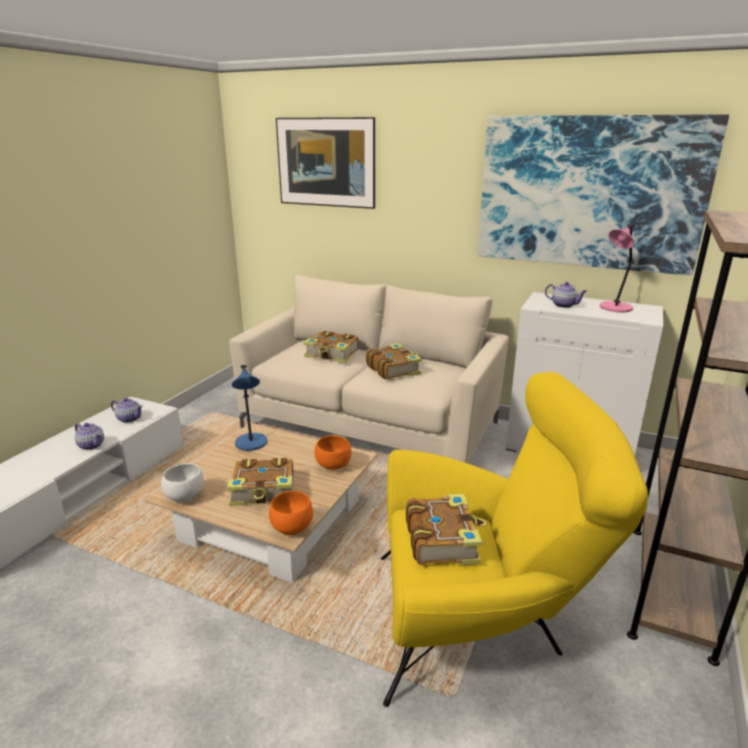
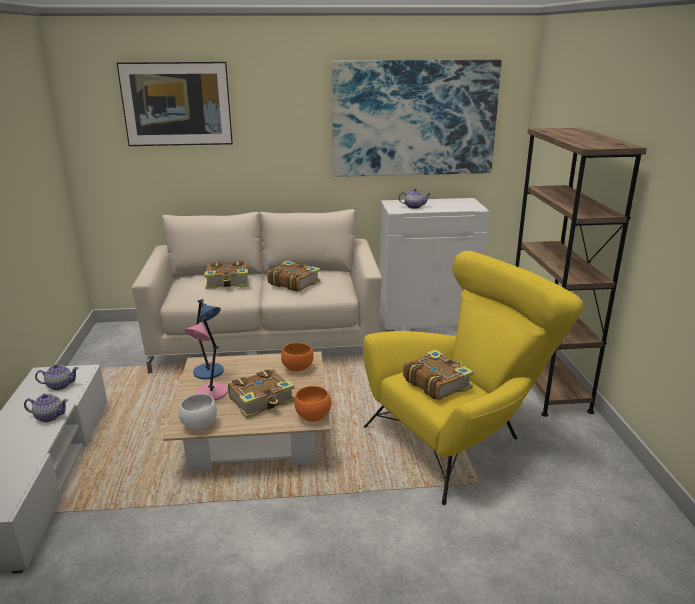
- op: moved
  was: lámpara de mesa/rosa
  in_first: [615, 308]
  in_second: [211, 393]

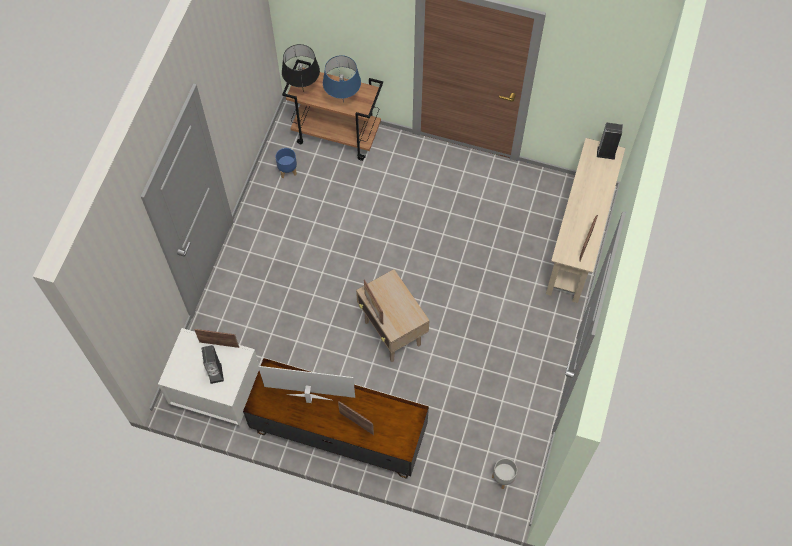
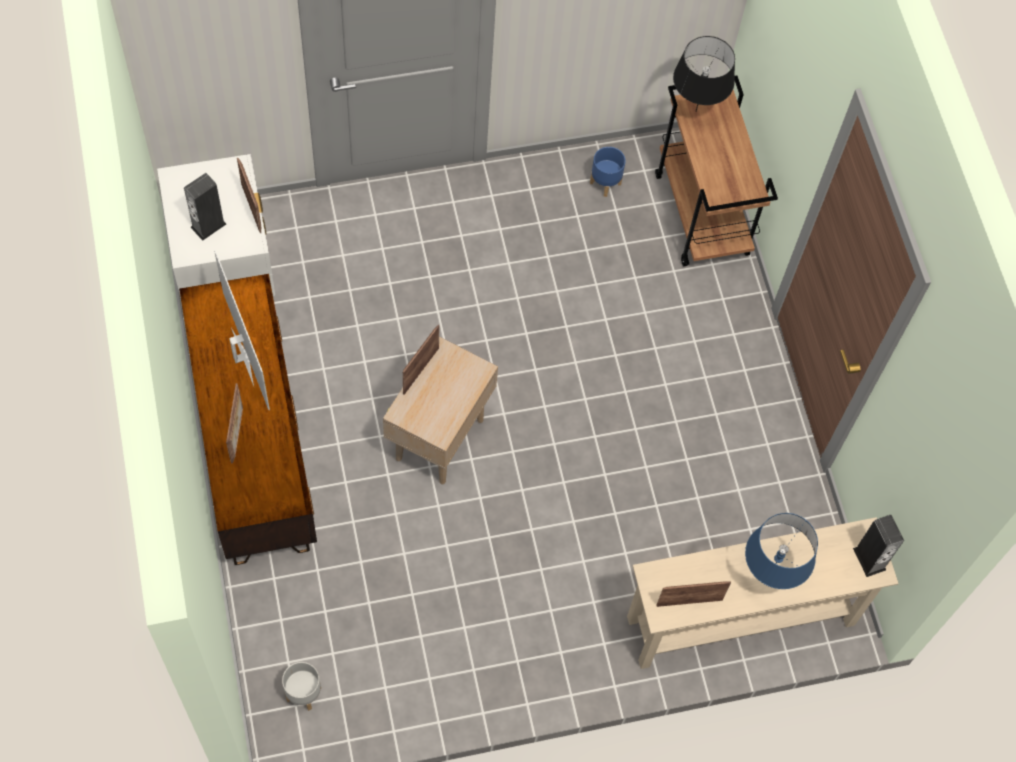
- op: moved
  was: lámpara de mesa/azul
  in_first: [343, 102]
  in_second: [769, 576]

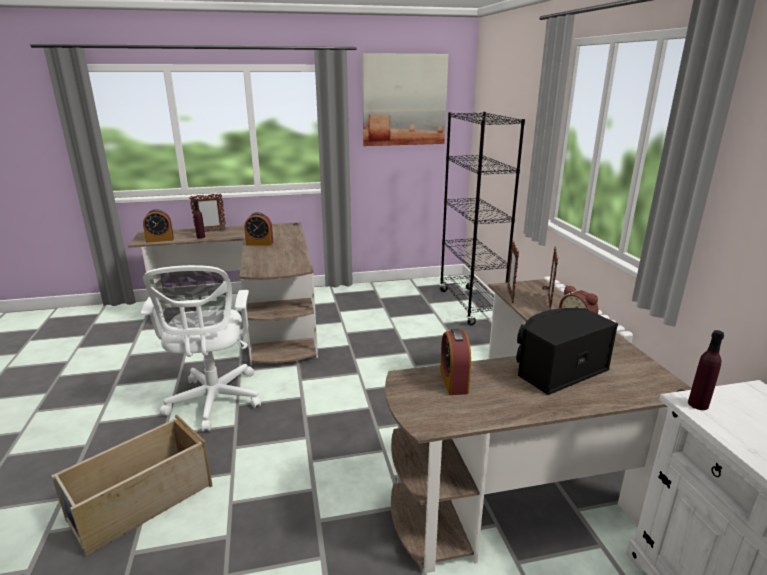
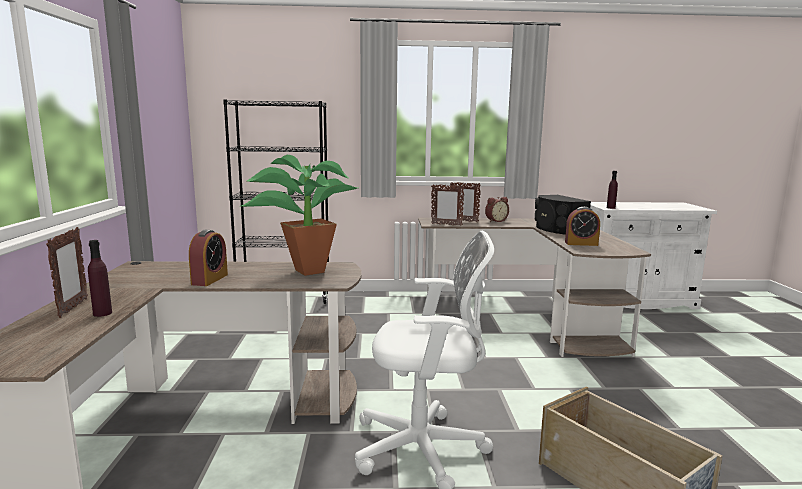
- op: added
  now: planta en maceta
  in_second: [302, 271]
- op: removed
  was: despertador
  in_first: [160, 240]
- op: removed
  was: cuadro
  in_first: [404, 100]

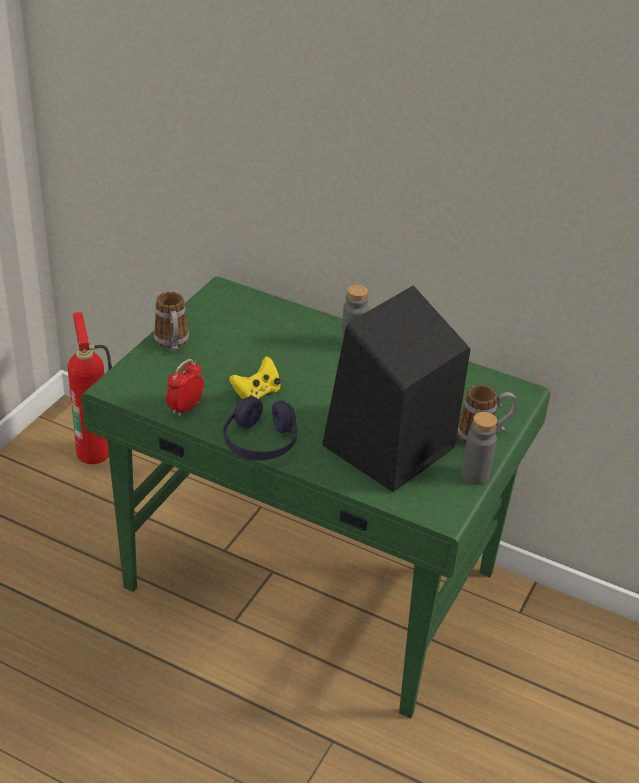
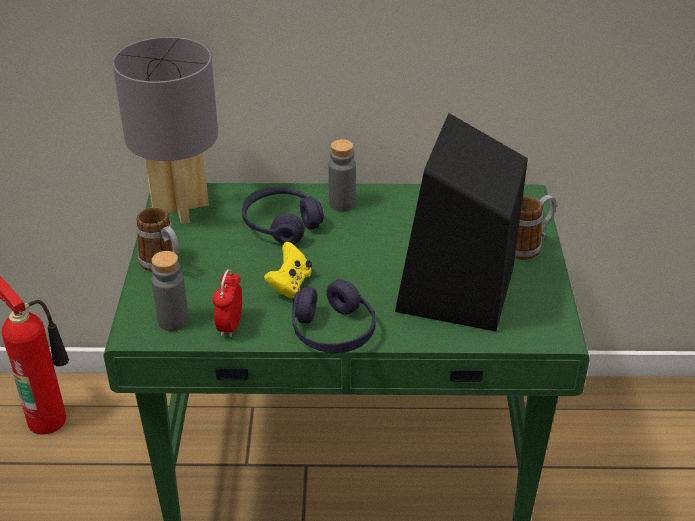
- op: added
  now: lámpara de mesa/gris
  in_second: [181, 207]
- op: moved
  was: botella/gris
  in_first: [475, 475]
  in_second: [173, 321]
- op: added
  now: auriculares/morado
  in_second: [281, 225]

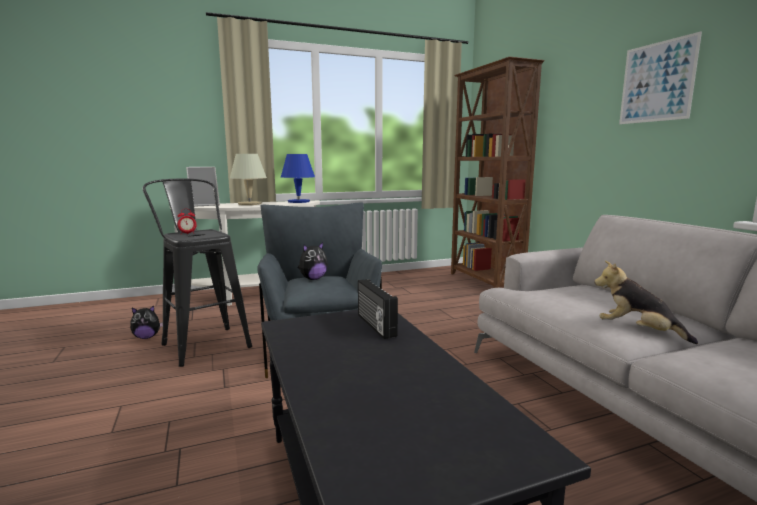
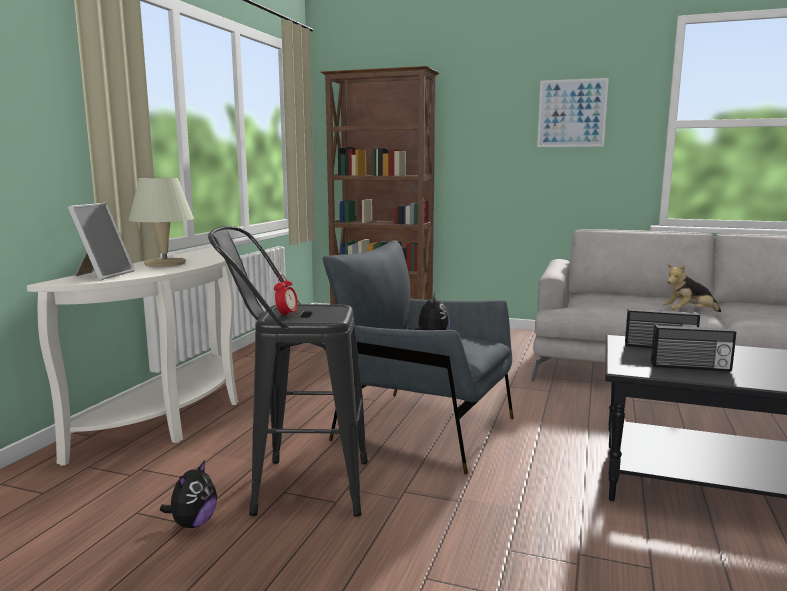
- op: added
  now: radio
  in_second: [690, 367]
- op: removed
  was: lámpara de mesa/azul
  in_first: [298, 201]

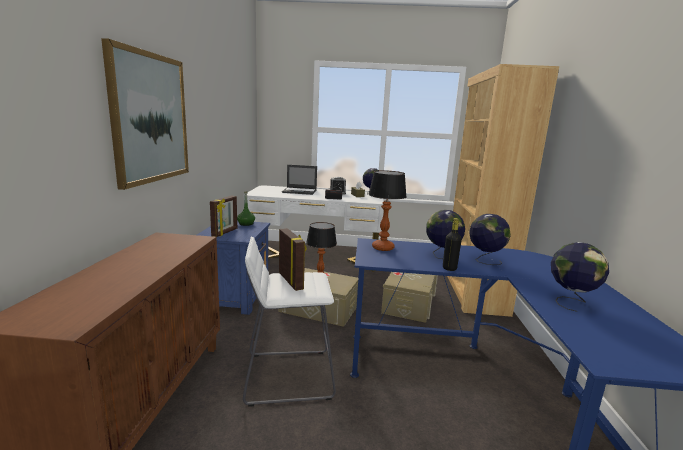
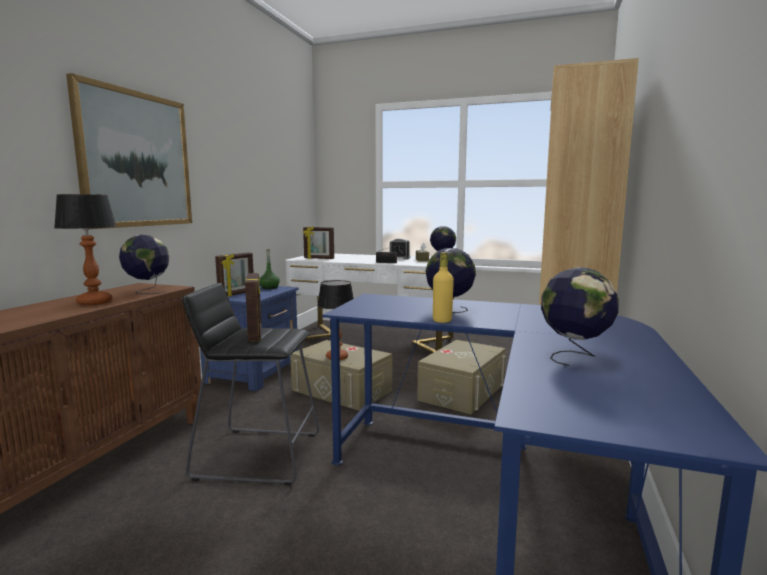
- op: moved
  was: lámpara de mesa
  in_first: [382, 248]
  in_second: [94, 302]
- op: moved
  was: globo terráqueo
  in_first: [485, 261]
  in_second: [147, 291]
- op: recoloured
  was: taburete/blanco
  now: taburete/negro
  in_first: [288, 376]
  in_second: [258, 455]
- op: added
  now: portarretratos
  in_second: [318, 258]
- op: recoloured
  was: botella/negro
  now: botella/amarillo
  in_first: [449, 268]
  in_second: [442, 320]
- op: removed
  was: portátil
  in_first: [300, 191]

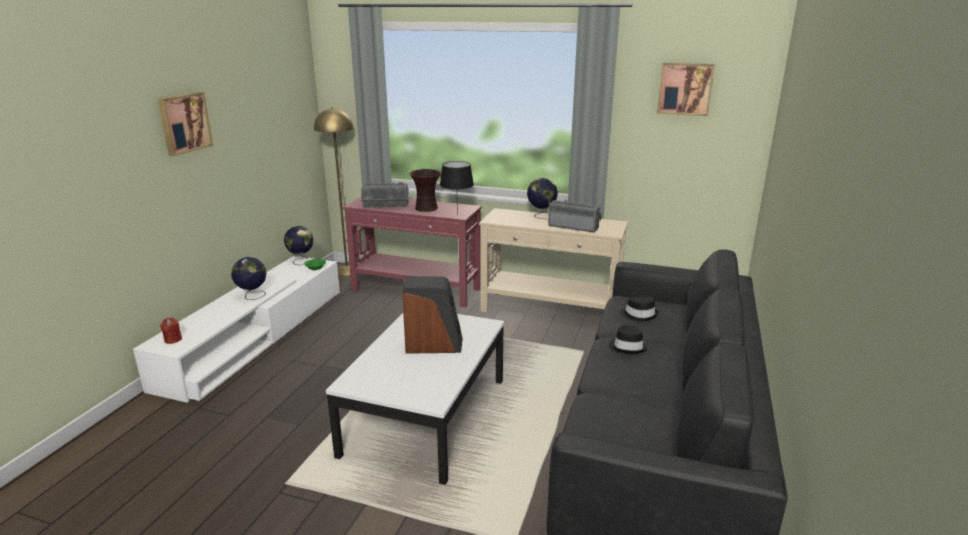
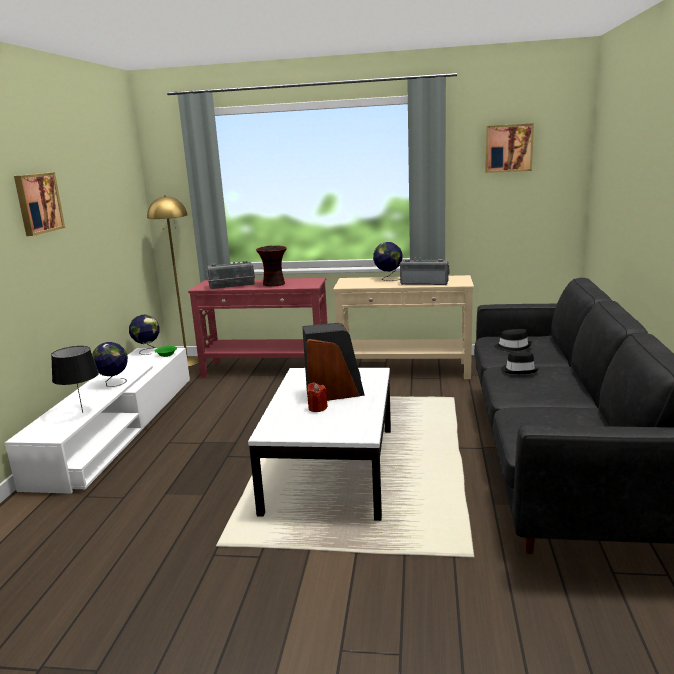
- op: moved
  was: lámpara de mesa/negro
  in_first: [457, 214]
  in_second: [83, 412]
- op: moved
  was: vela/rojo
  in_first: [173, 340]
  in_second: [317, 408]

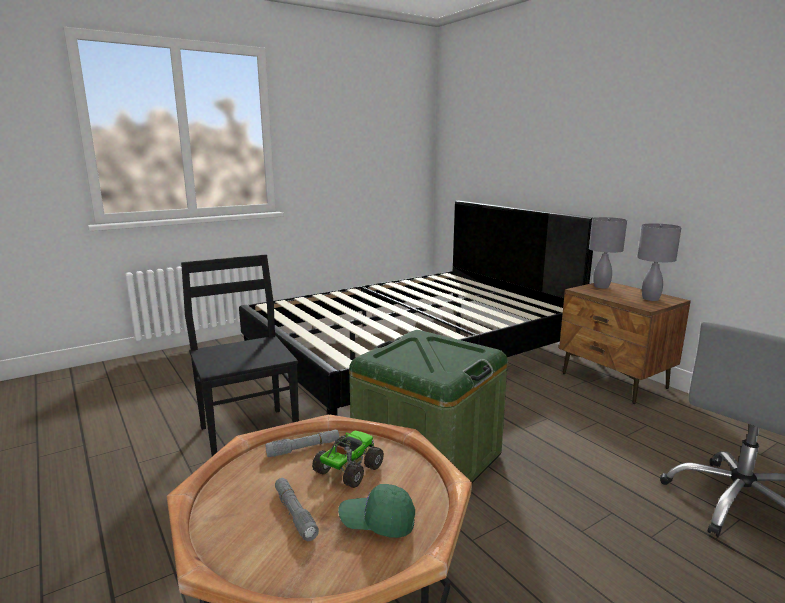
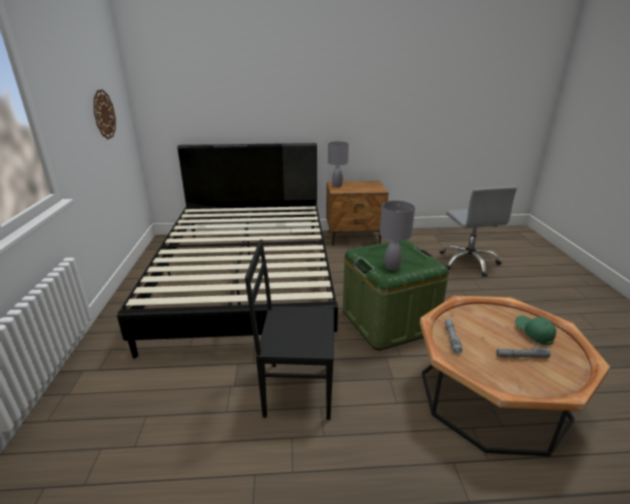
- op: added
  now: reloj de pared
  in_second: [104, 114]
- op: moved
  was: lámpara de mesa/gris
  in_first: [650, 298]
  in_second: [392, 267]
- op: turned
  was: gorra/verde
  in_first: [377, 523]
  in_second: [533, 333]
  clockwise: 120
- op: removed
  was: camión de juguete
  in_first: [347, 470]

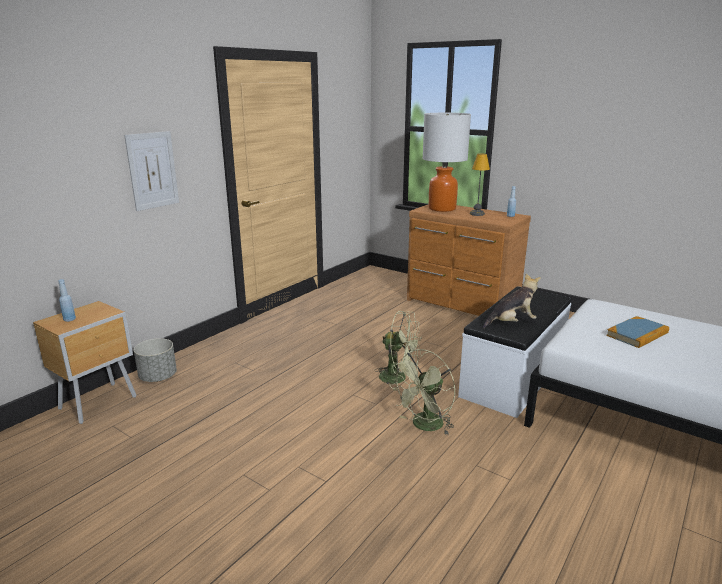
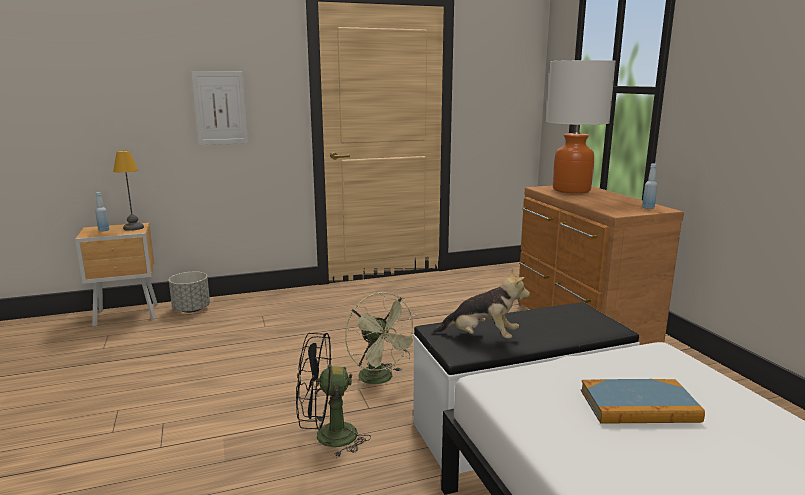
- op: moved
  was: lámpara de mesa
  in_first: [477, 214]
  in_second: [133, 228]
- op: recoloured
  was: ventilador/verde
  now: ventilador/negro
  in_first: [424, 426]
  in_second: [327, 438]

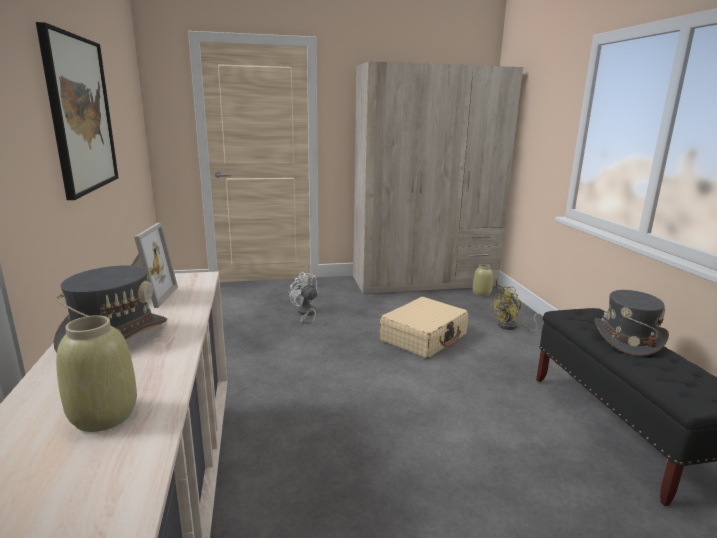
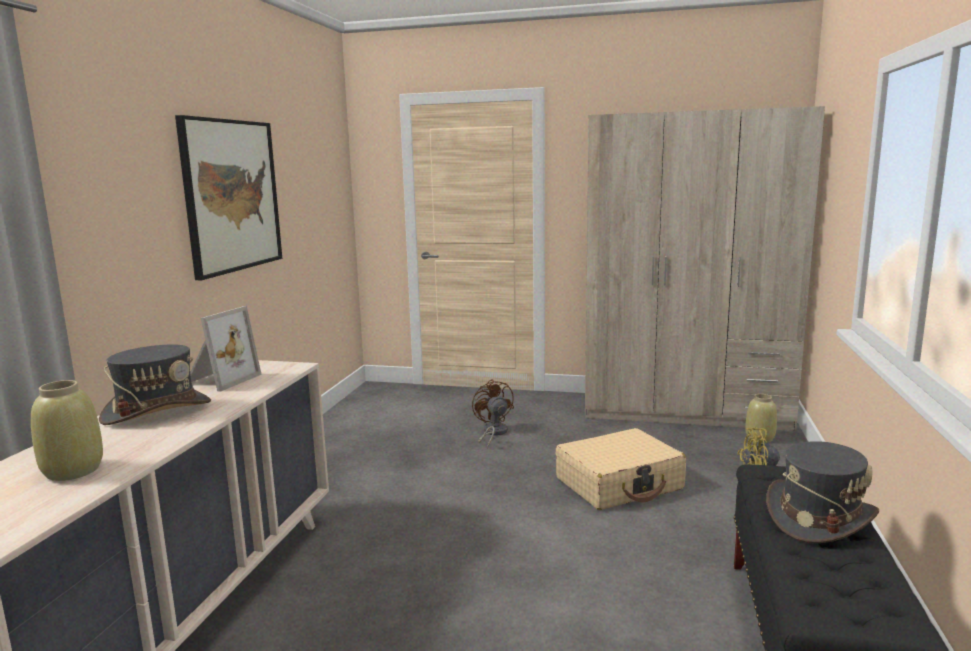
- op: recoloured
  was: ventilador/blanco
  now: ventilador/marrón
  in_first: [306, 313]
  in_second: [493, 433]

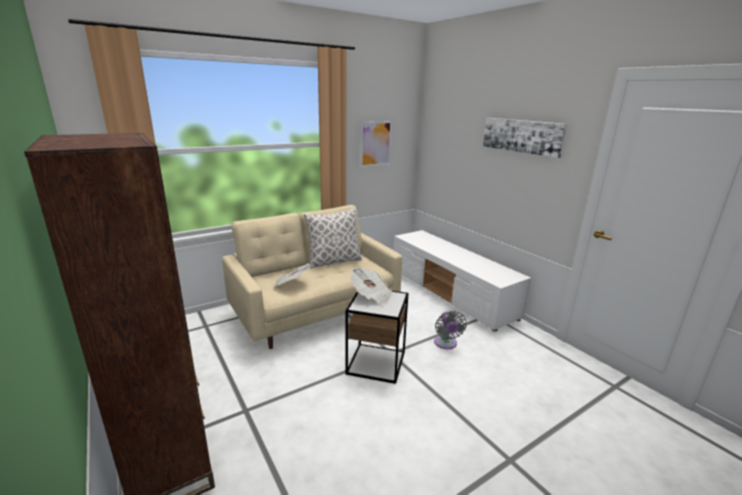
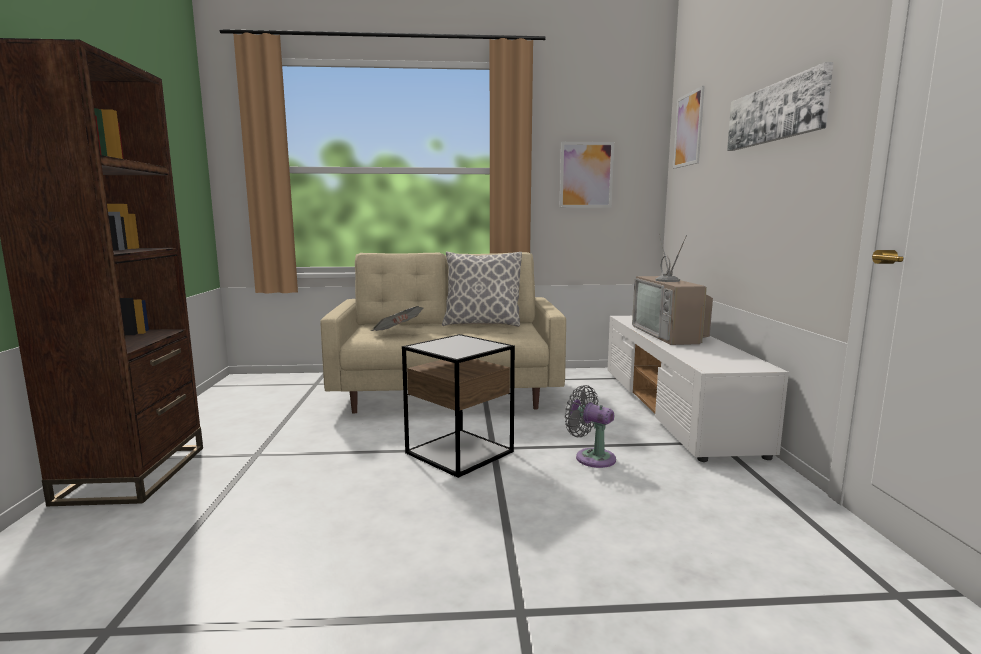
- op: turned
  was: ventilador/gris
  in_first: [446, 344]
  in_second: [591, 457]
  clockwise: 105
- op: added
  now: televisor
  in_second: [670, 334]
- op: added
  now: cuadro
  in_second: [688, 129]
- op: removed
  was: periódico
  in_first: [371, 296]

